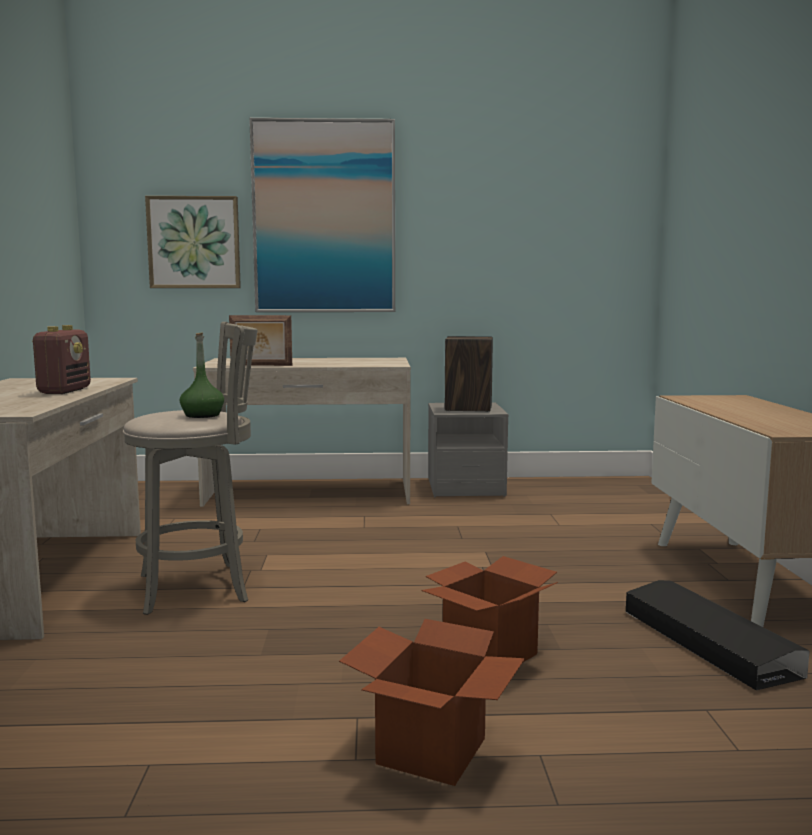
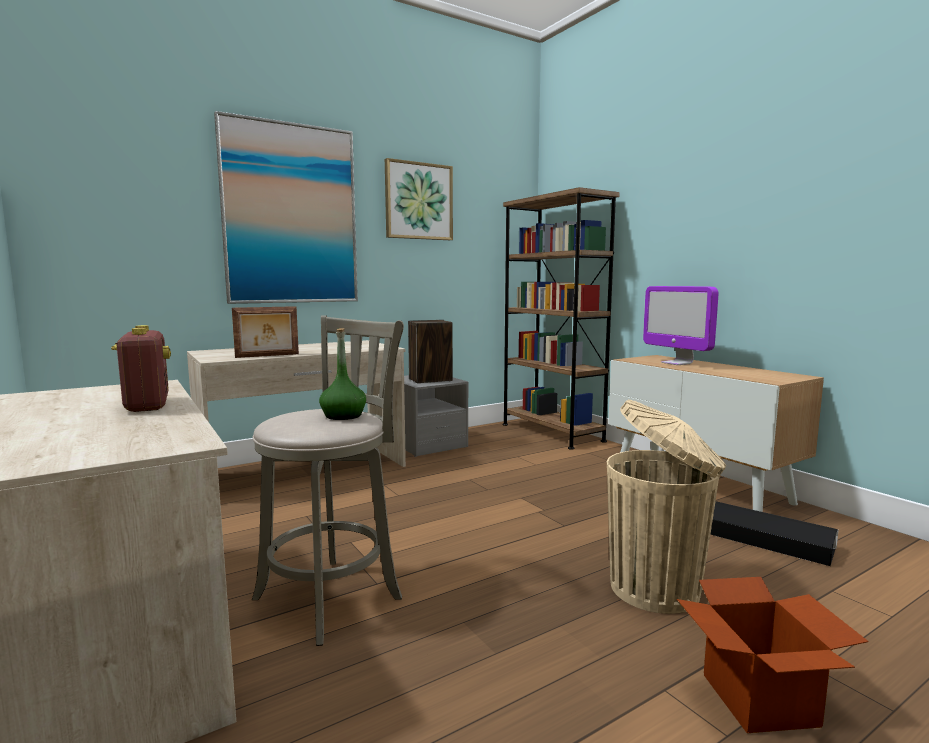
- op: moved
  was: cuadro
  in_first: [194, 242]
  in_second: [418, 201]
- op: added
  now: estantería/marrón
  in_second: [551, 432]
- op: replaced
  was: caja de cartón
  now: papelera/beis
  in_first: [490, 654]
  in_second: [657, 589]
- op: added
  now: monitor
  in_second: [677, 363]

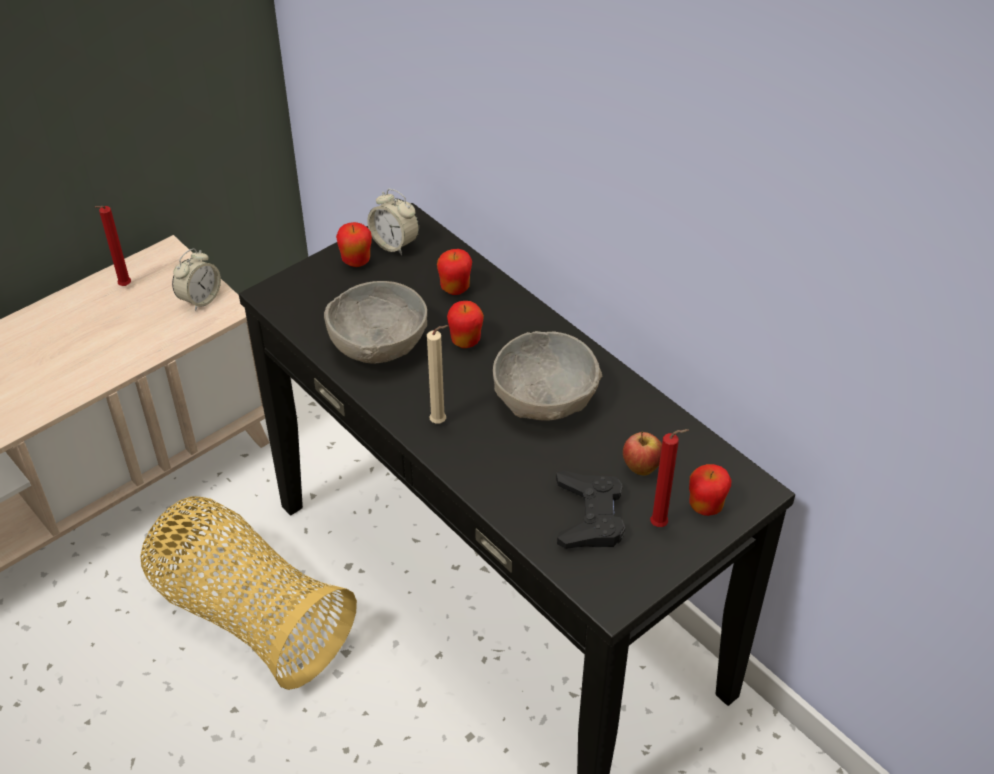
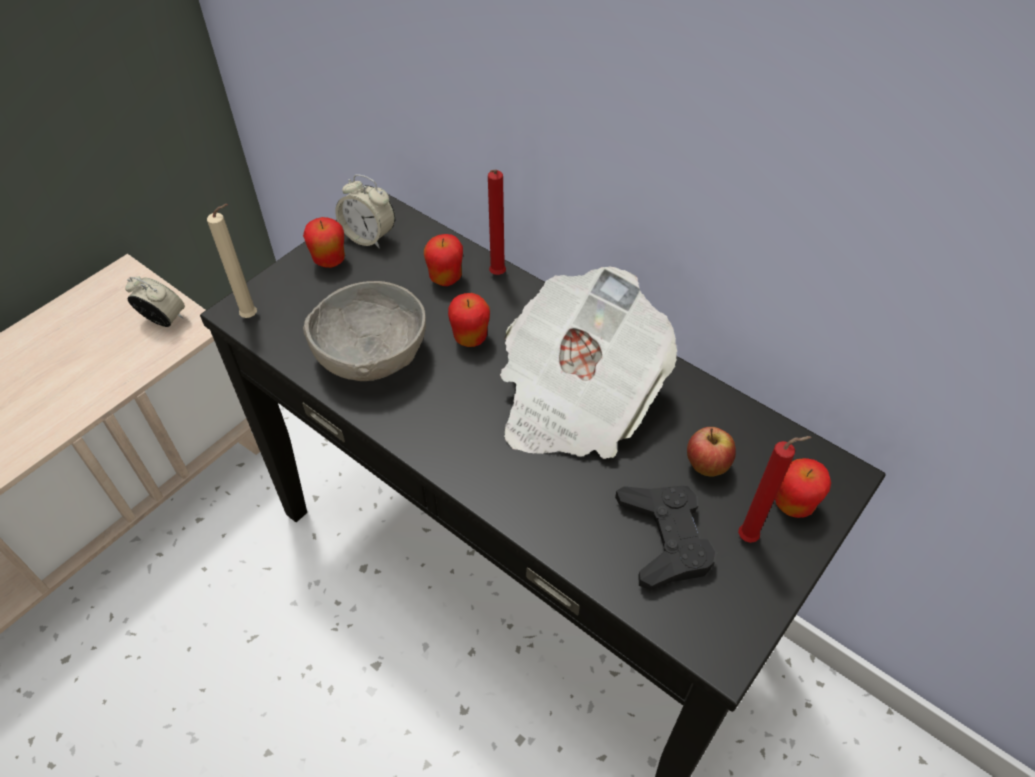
- op: turned
  was: despertador
  in_first: [200, 299]
  in_second: [164, 320]
  clockwise: -90
- op: moved
  was: vela/beis
  in_first: [440, 422]
  in_second: [252, 316]
- op: moved
  was: vela/rojo
  in_first: [123, 287]
  in_second: [496, 276]
- op: replaced
  was: cuenco/gris
  now: periódico
  in_first: [545, 400]
  in_second: [575, 397]
- op: removed
  was: cesta
  in_first: [250, 616]

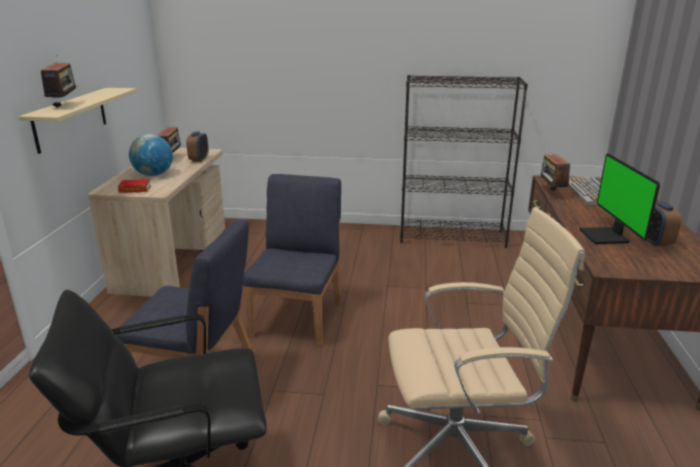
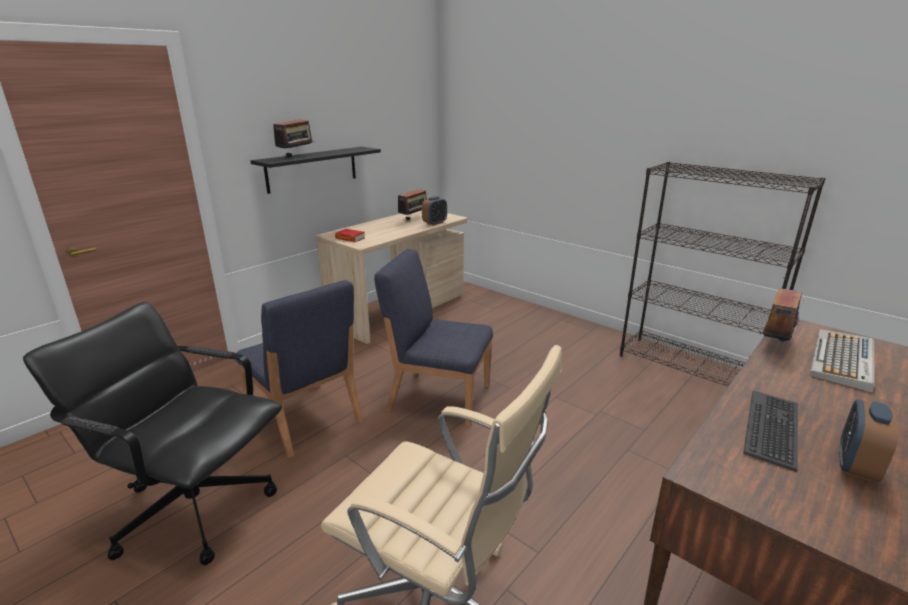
- op: recoloured
  was: estante/beis
  now: estante/negro
  in_first: [71, 118]
  in_second: [312, 169]
- op: turned
  was: silla/azul
  in_first: [298, 317]
  in_second: [438, 396]
  clockwise: -120
- op: replaced
  was: monitor
  now: teclado
  in_first: [606, 236]
  in_second: [773, 428]
- op: removed
  was: globo terráqueo
  in_first: [153, 175]

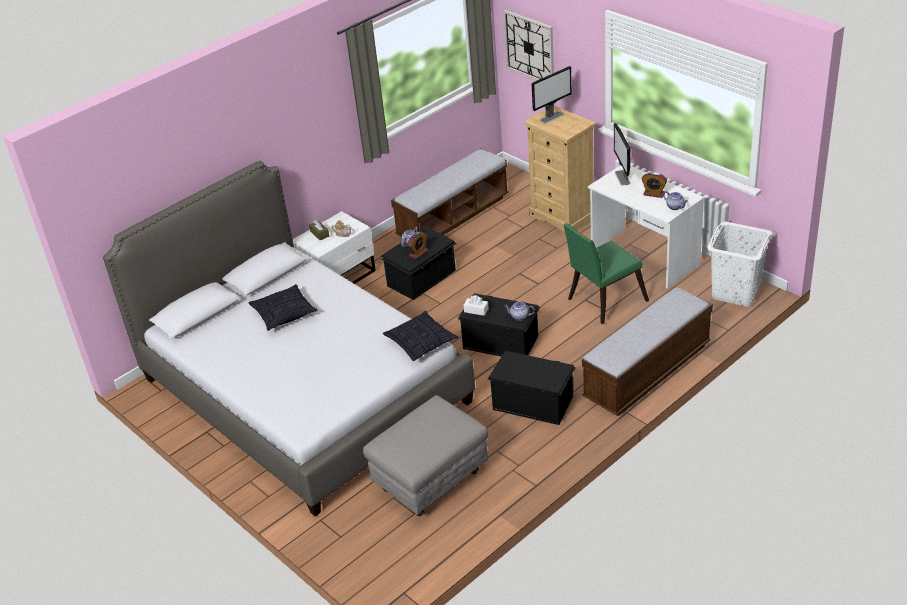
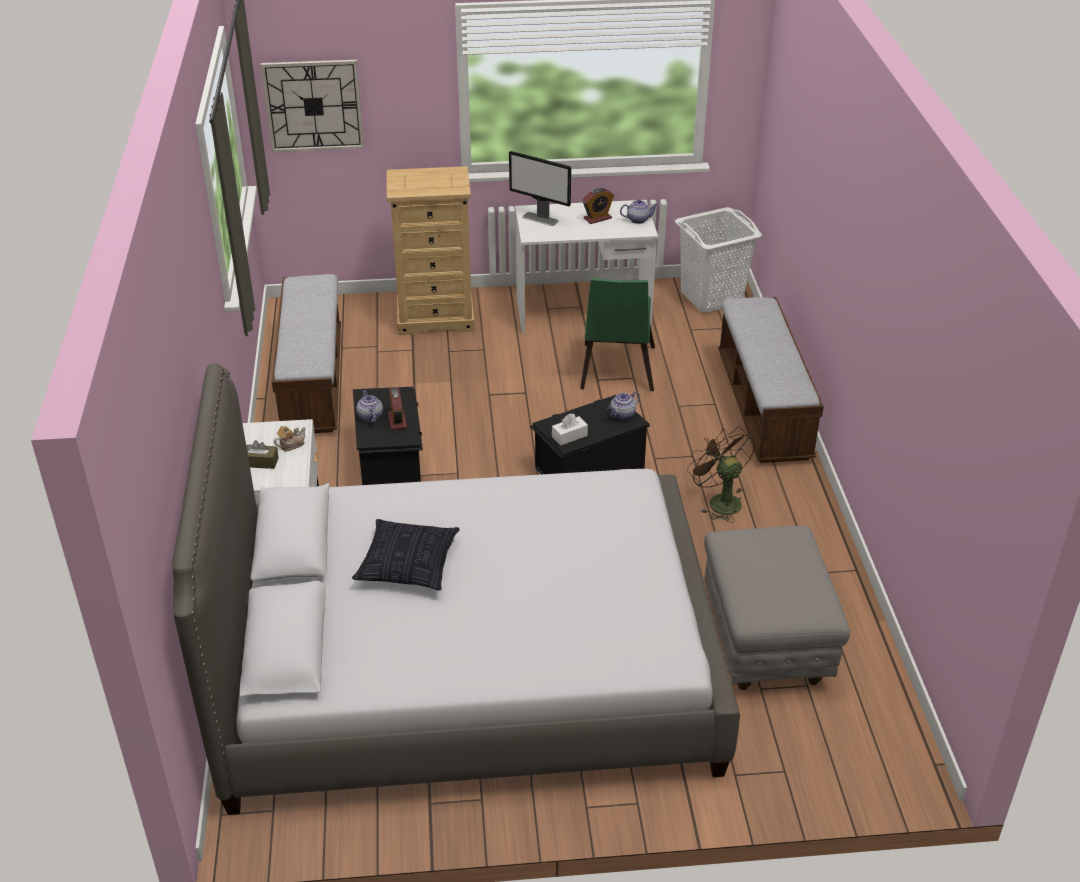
- op: replaced
  was: caja de almacenaje/negro
  now: ventilador/marrón
  in_first: [532, 402]
  in_second: [719, 501]
- op: removed
  was: cojín
  in_first: [420, 343]
- op: removed
  was: monitor
  in_first: [552, 117]

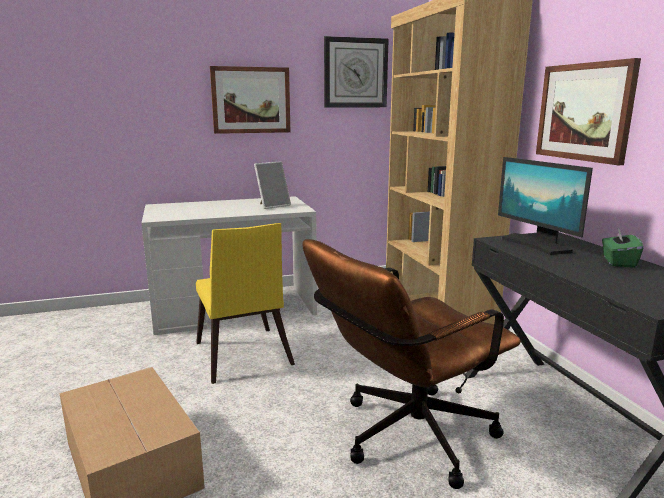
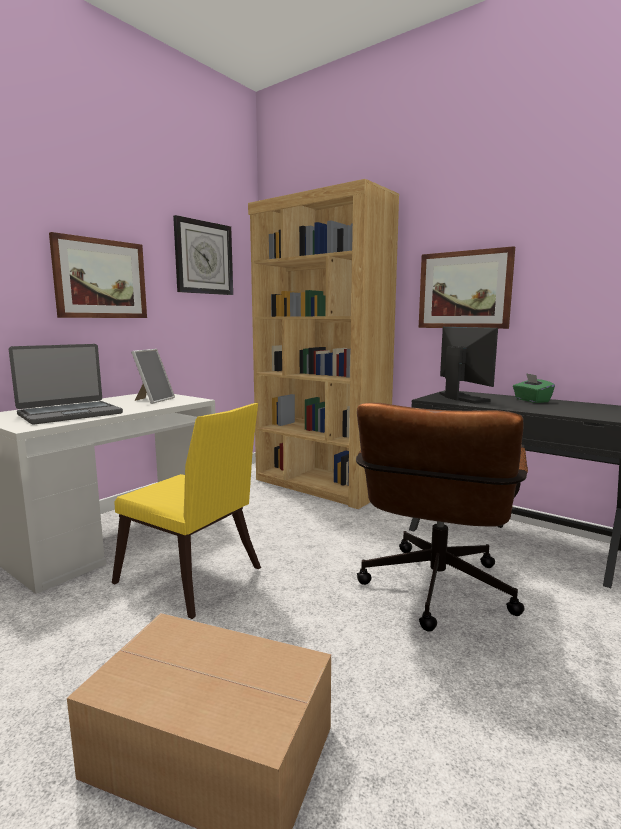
- op: added
  now: portátil
  in_second: [69, 414]
- op: turned
  was: monitor
  in_first: [536, 244]
  in_second: [461, 398]
  clockwise: -135

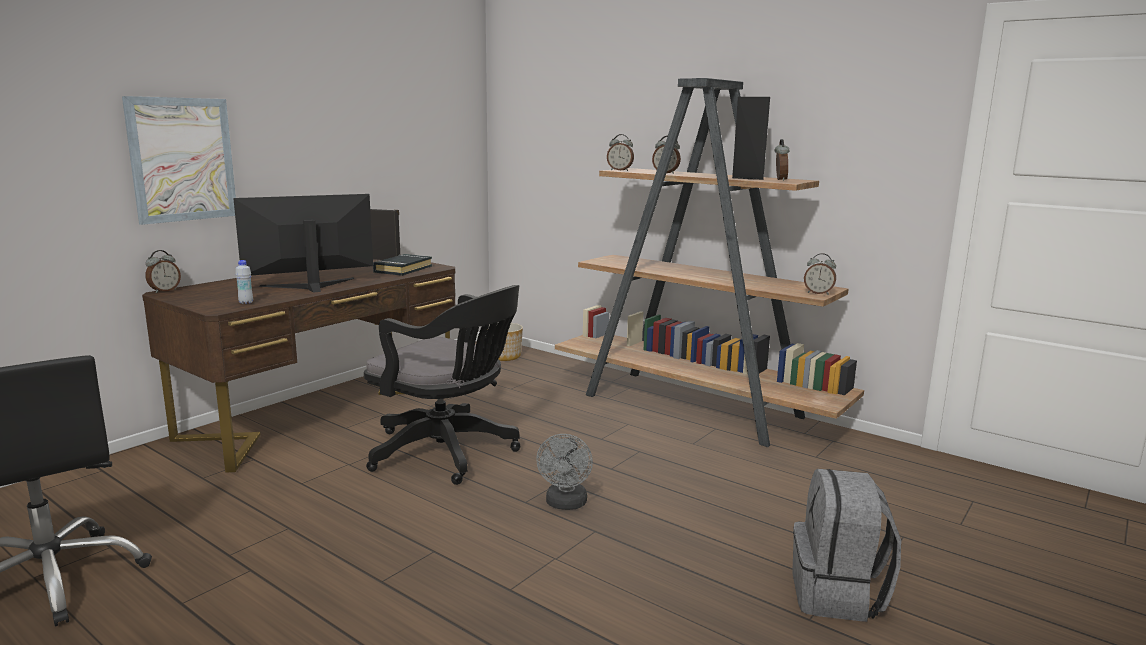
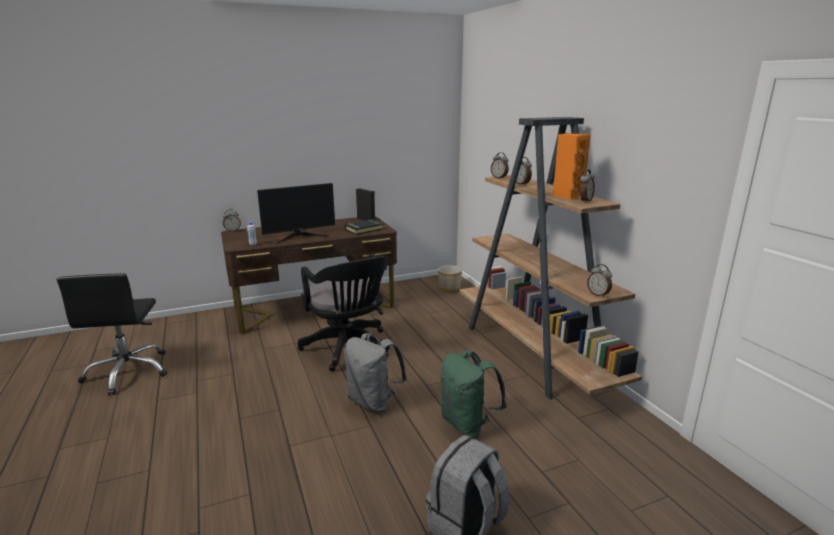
- op: turned
  was: monitor
  in_first: [311, 286]
  in_second: [299, 237]
  clockwise: 150
- op: replaced
  was: ventilador/gris
  now: mochila/gris
  in_first: [565, 504]
  in_second: [373, 402]
- op: added
  now: mochila/verde
  in_second: [468, 424]
- op: recoloured
  was: altavoz/negro
  now: altavoz/naranja
  in_first: [748, 178]
  in_second: [567, 196]
- op: removed
  was: cuadro
  in_first: [182, 159]

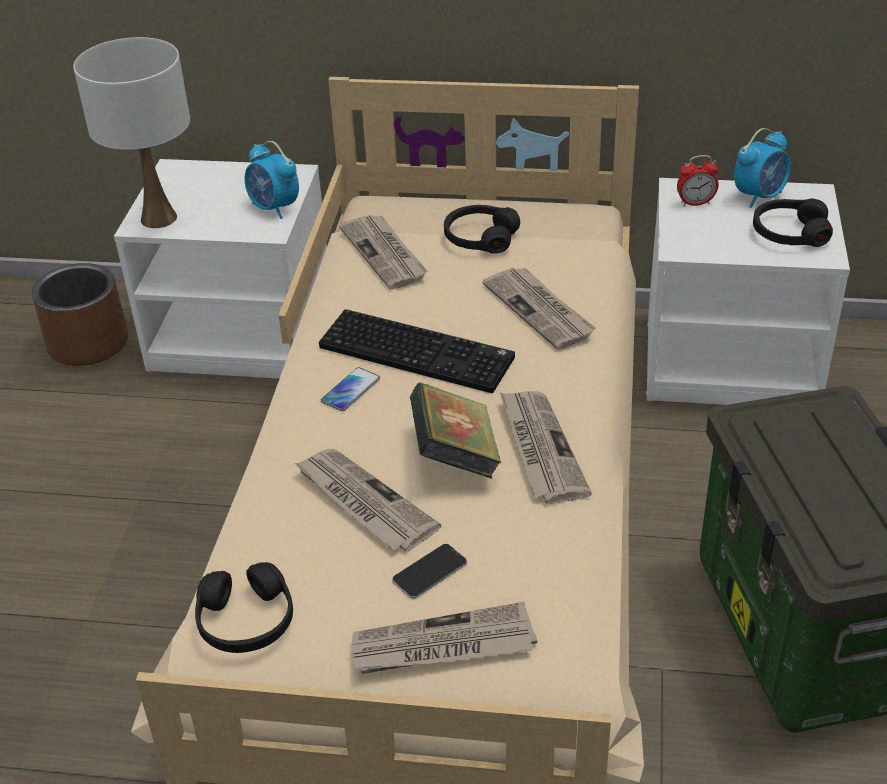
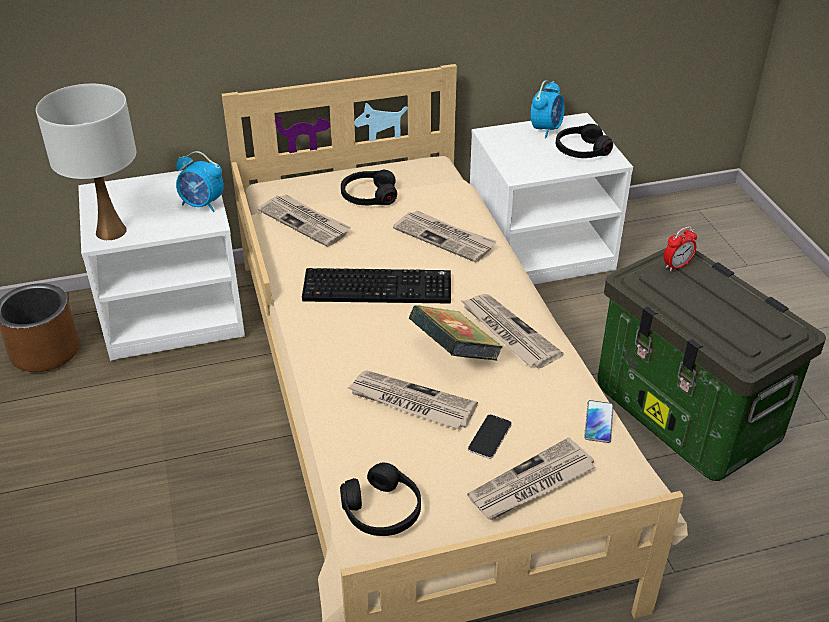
- op: moved
  was: móvil
  in_first: [350, 390]
  in_second: [598, 422]
- op: moved
  was: despertador
  in_first: [695, 203]
  in_second: [676, 266]

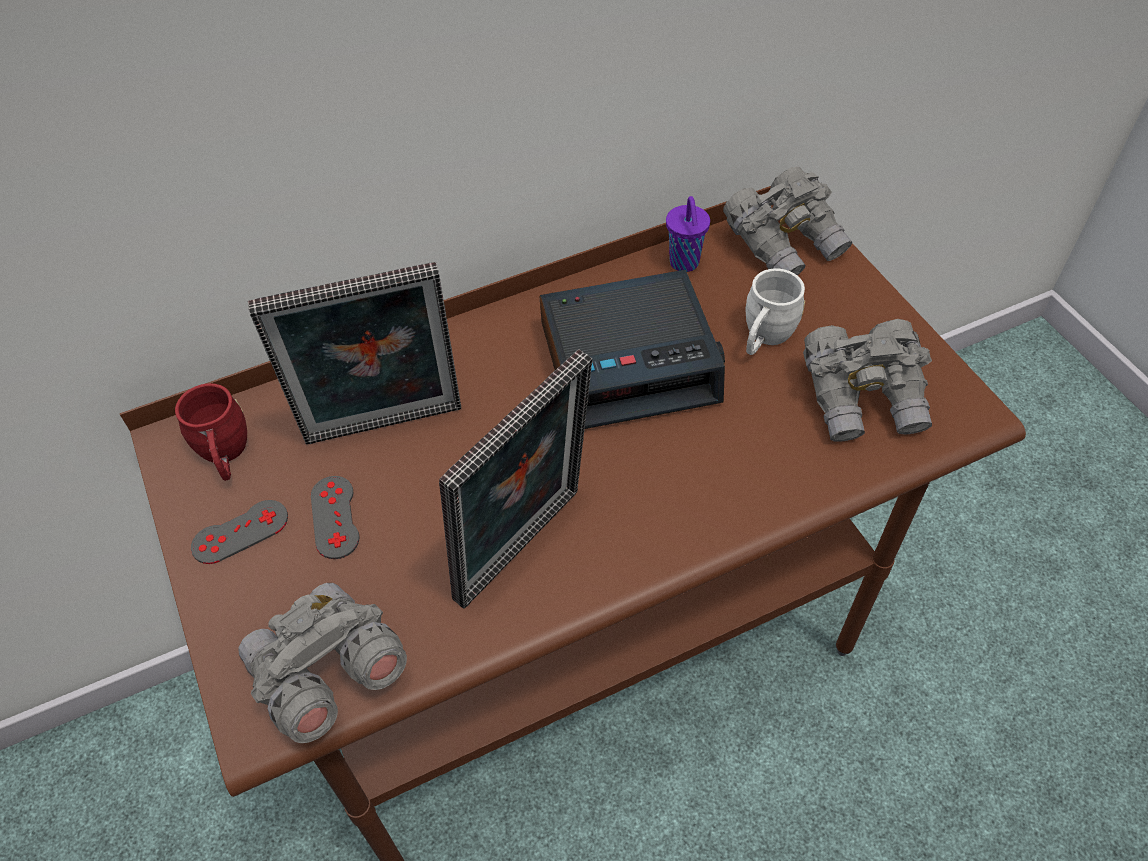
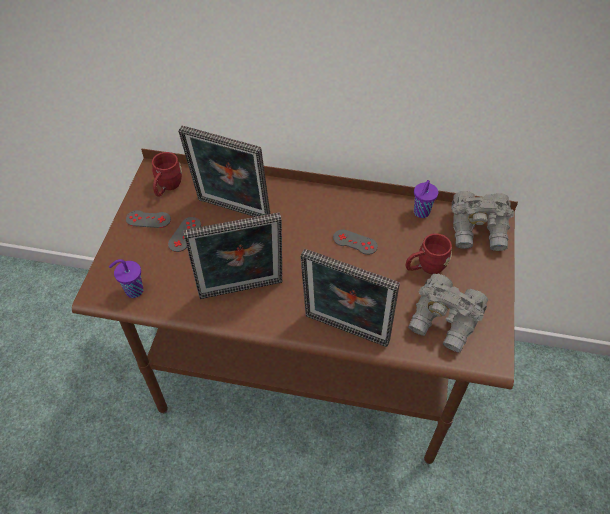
- op: replaced
  was: prismáticos/gris
  now: taza/morado
  in_first: [327, 675]
  in_second: [133, 291]
- op: added
  now: portarretratos
  in_second: [344, 333]
- op: replaced
  was: despertador
  now: mando de consola/gris
  in_first: [630, 362]
  in_second: [355, 242]
- op: recoloured
  was: taza grande/blanco
  now: taza grande/rojo
  in_first: [764, 338]
  in_second: [425, 267]

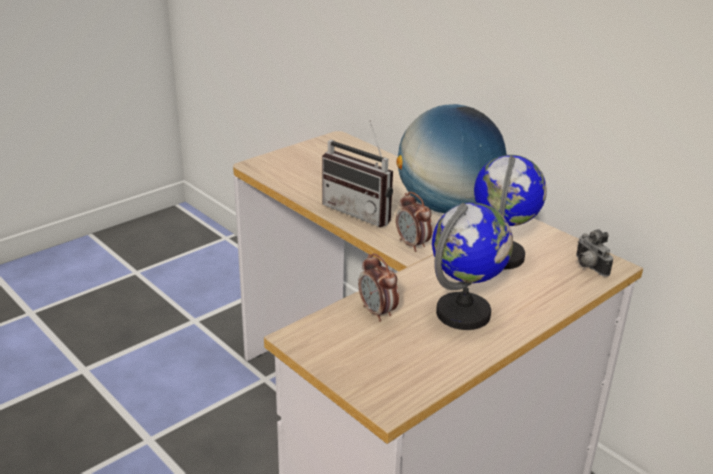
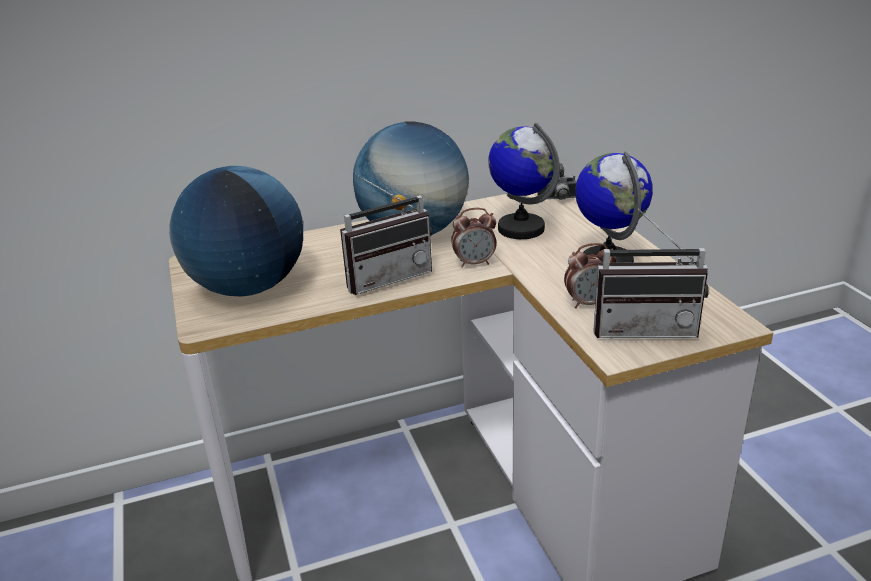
- op: added
  now: globo terráqueo
  in_second: [248, 287]
- op: added
  now: radio
  in_second: [644, 327]

